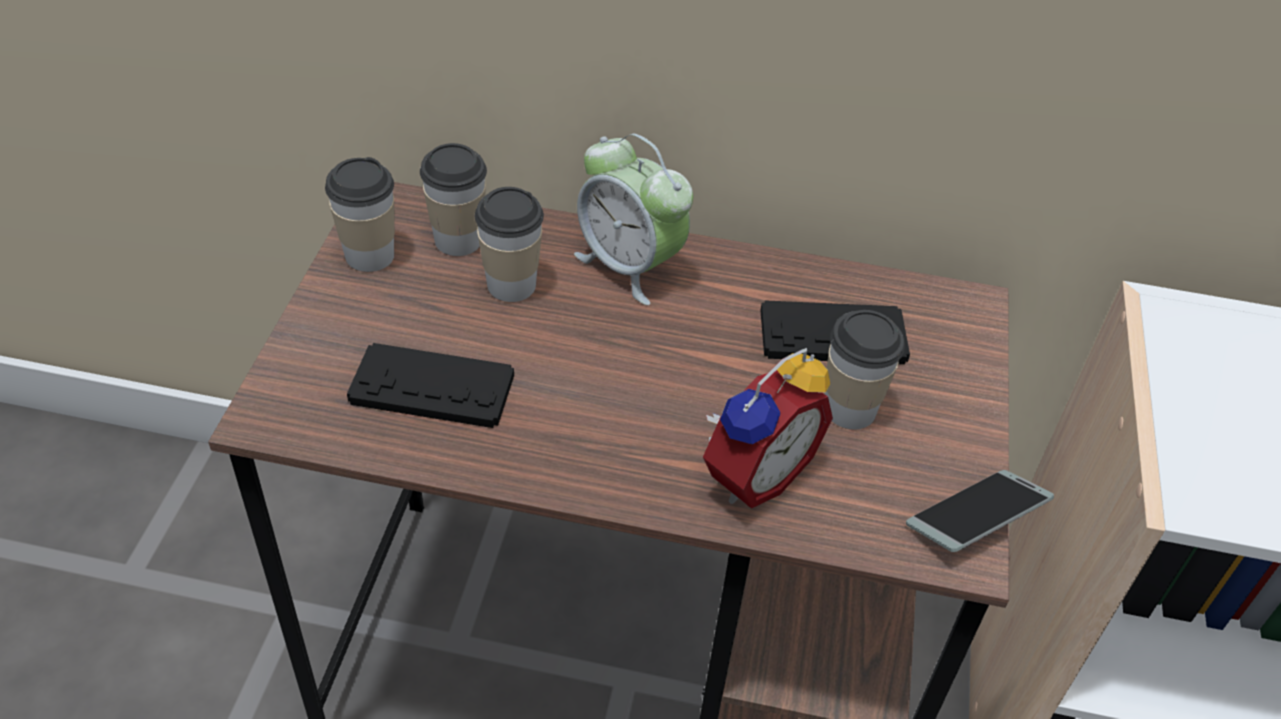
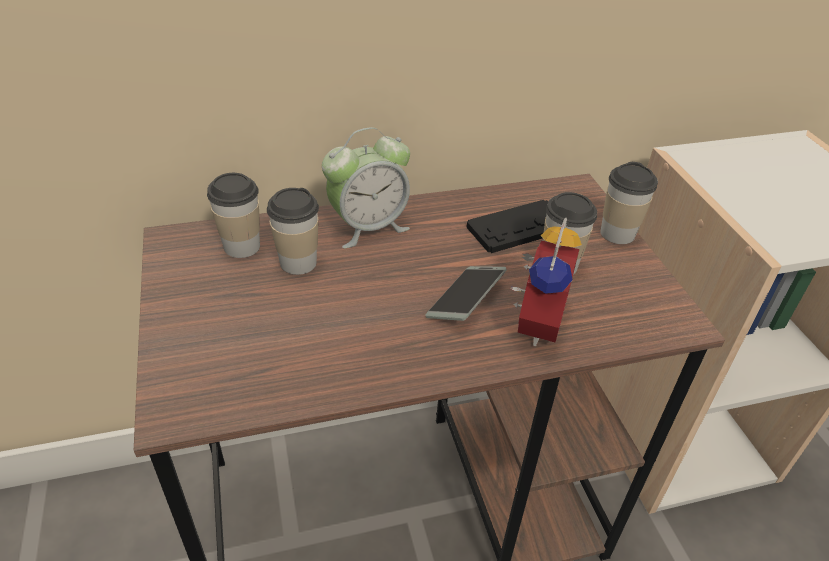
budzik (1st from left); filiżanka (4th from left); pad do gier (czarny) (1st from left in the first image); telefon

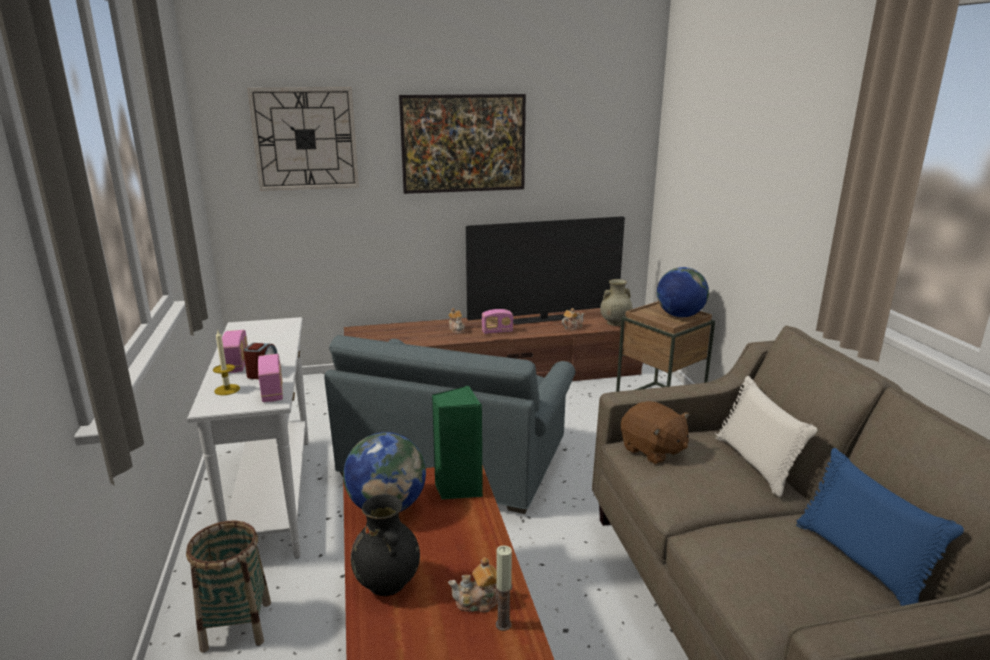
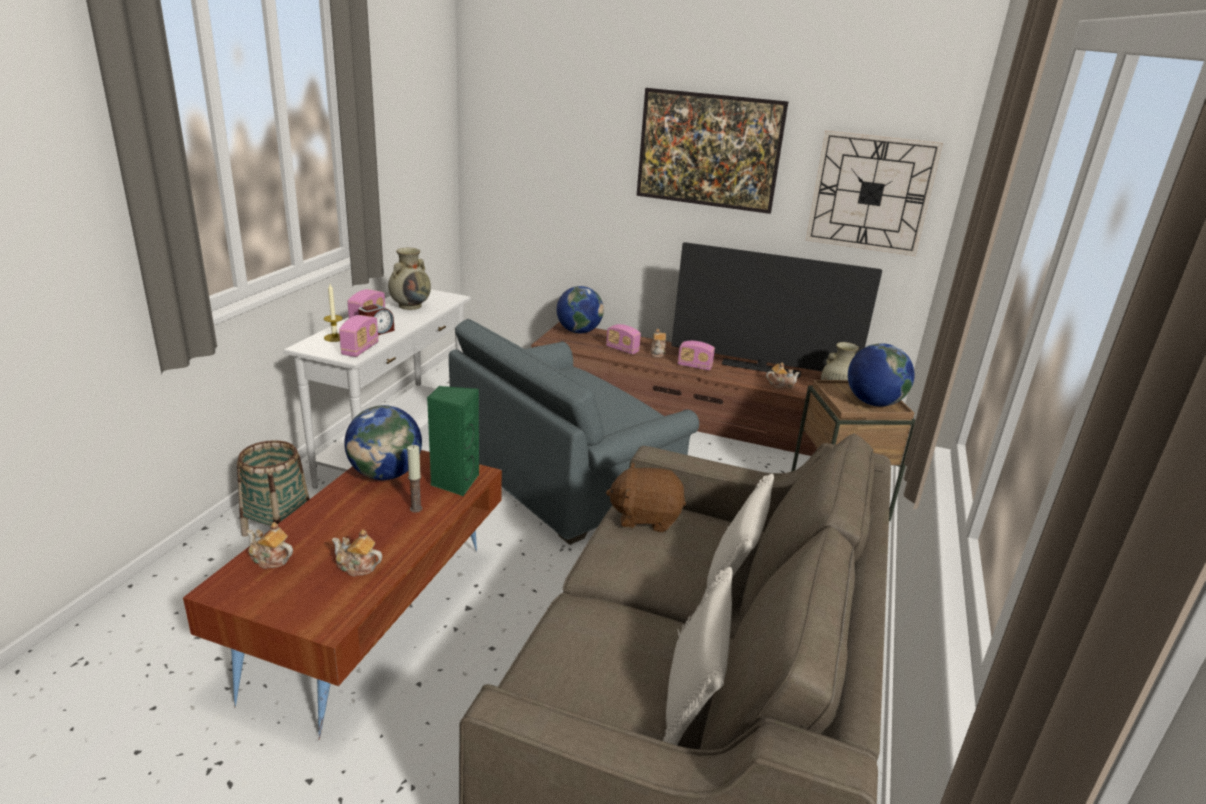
zegar ścienny; pluszak (brązowy); poduszka (biały) (1st from left); wazon (czarny); świeca (2nd from left); wazon (beżowy) (1st from left); globus (2nd from left); radio (3rd from left); imbryk (1st from left)

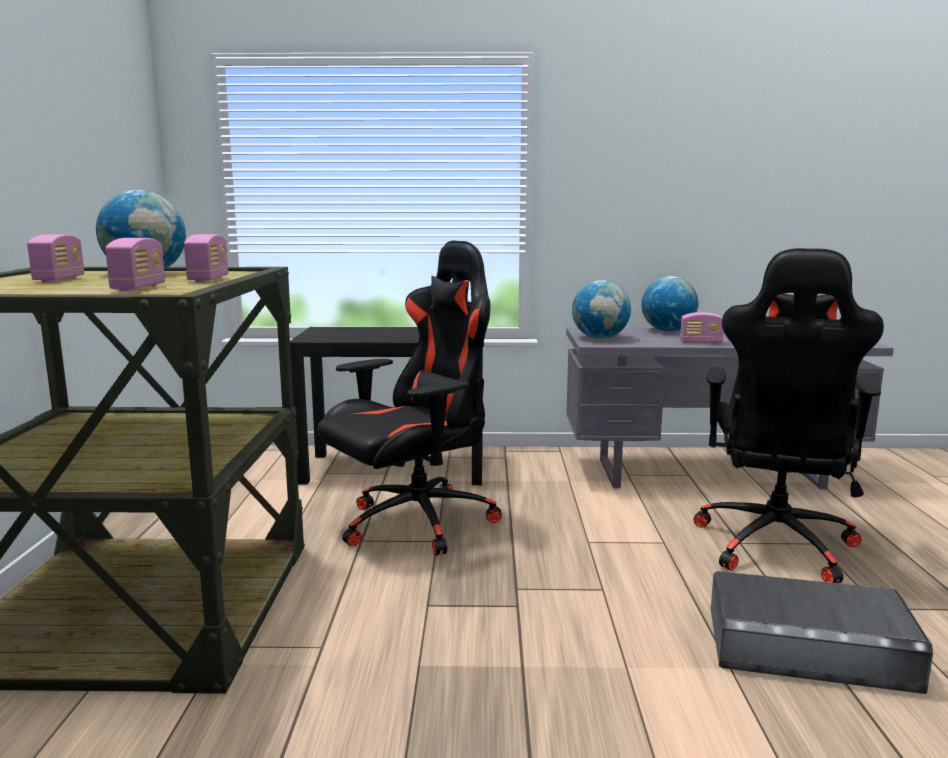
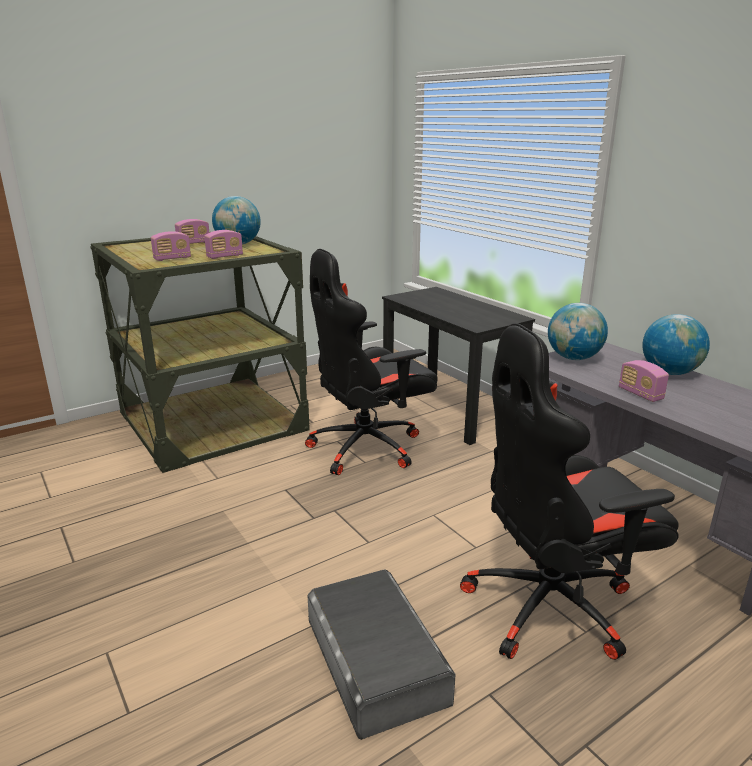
krzesło biurowe (czarny) (1st from left)

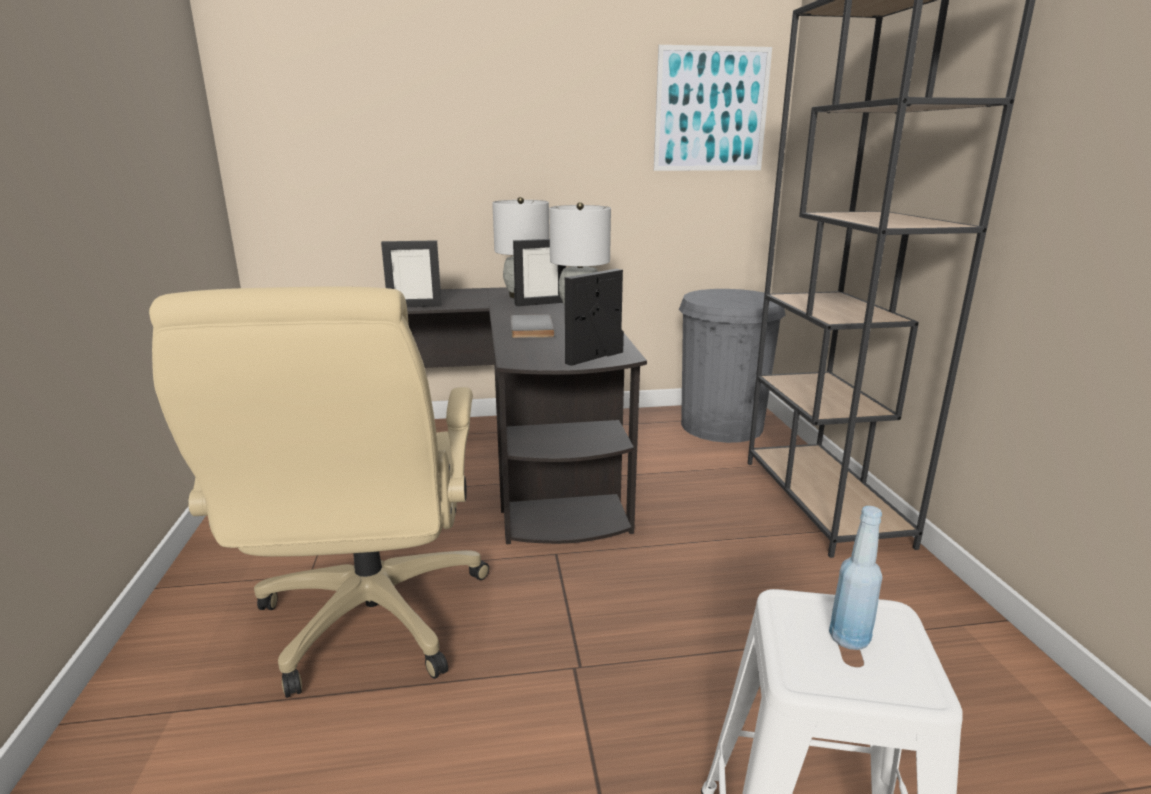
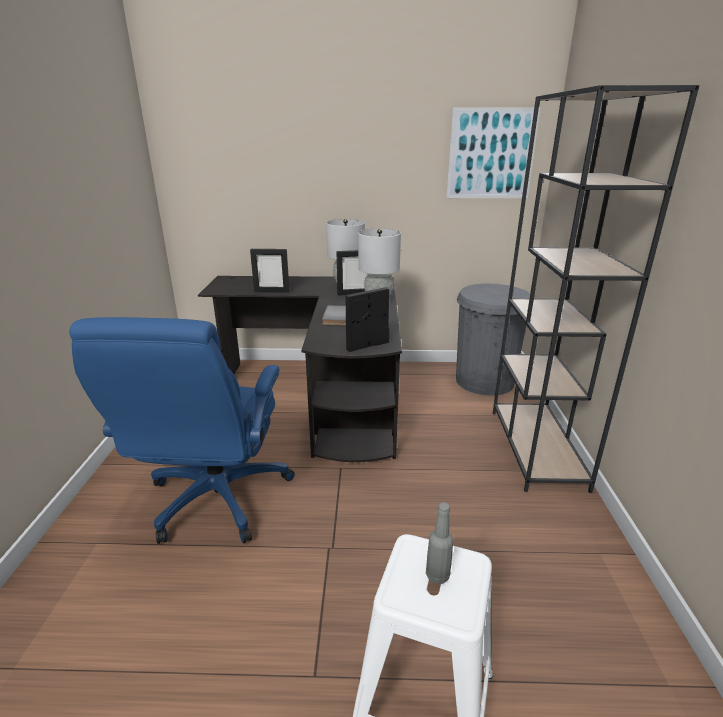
krzesło biurowe (niebieski); butelka (szary)

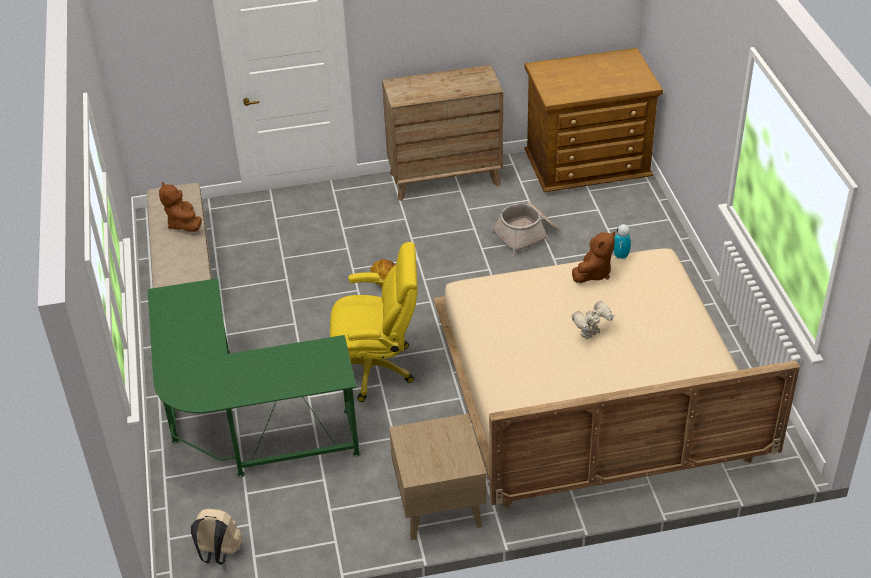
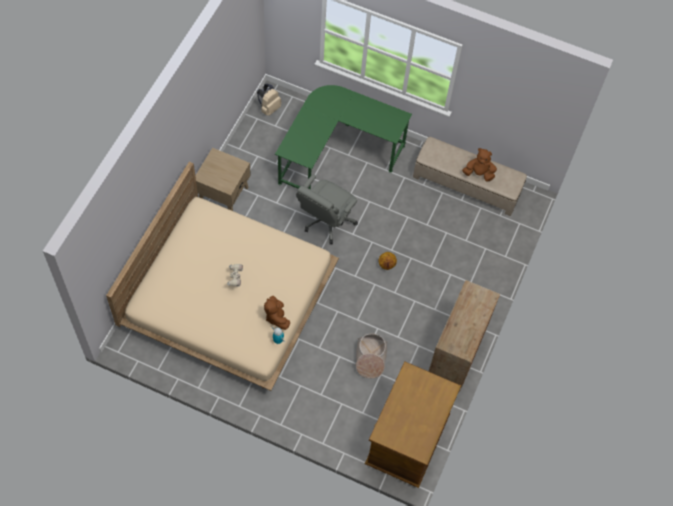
krzesło biurowe (szary)

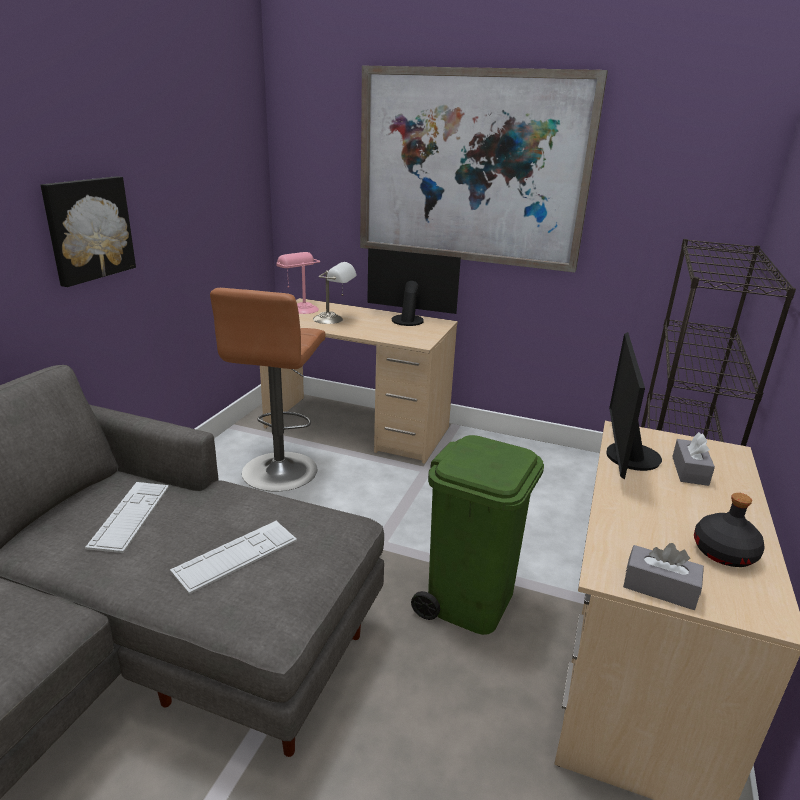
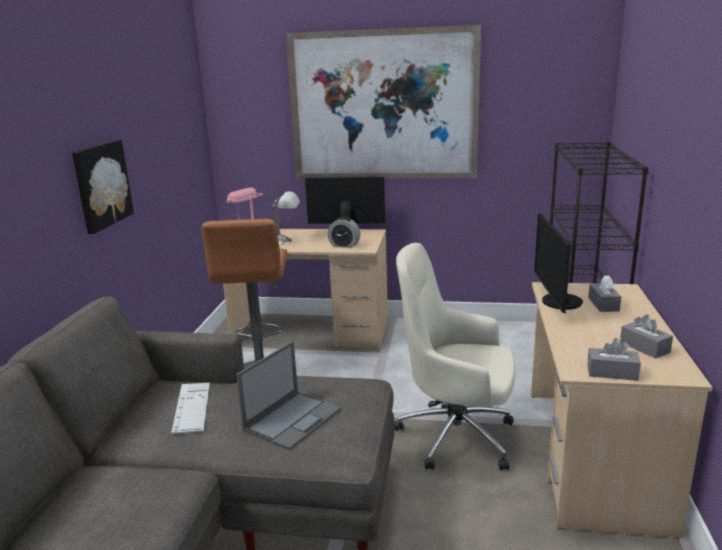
krzesło biurowe (beżowy); pudełko chusteczek (szary) (3rd from left); laptop; budzik

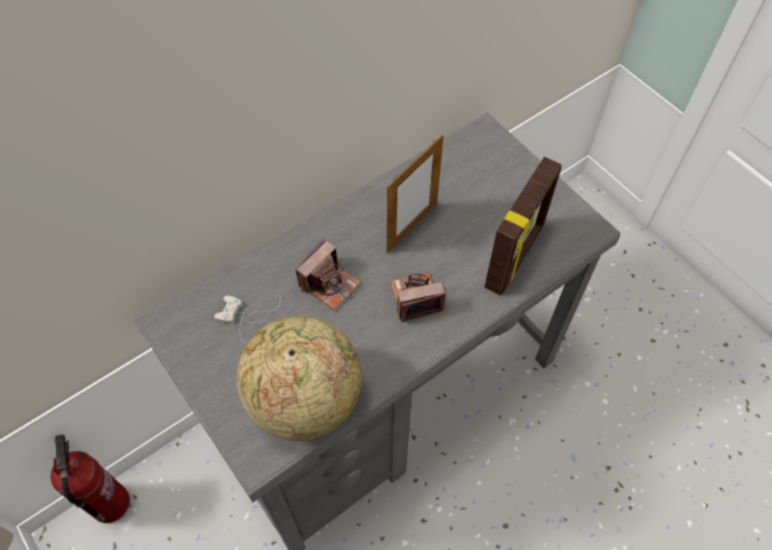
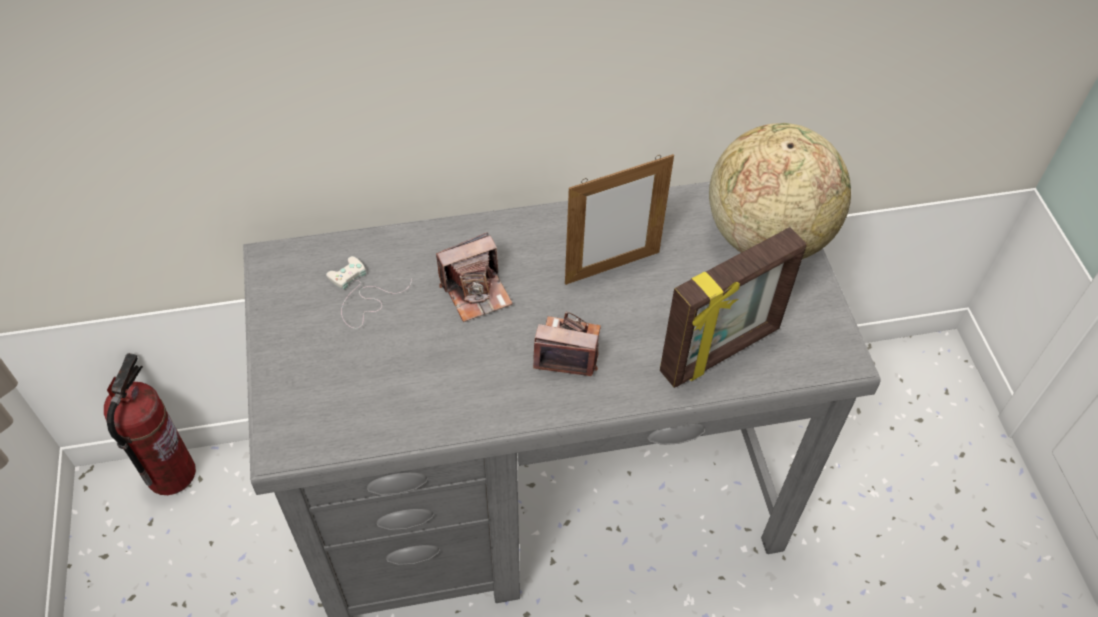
globus

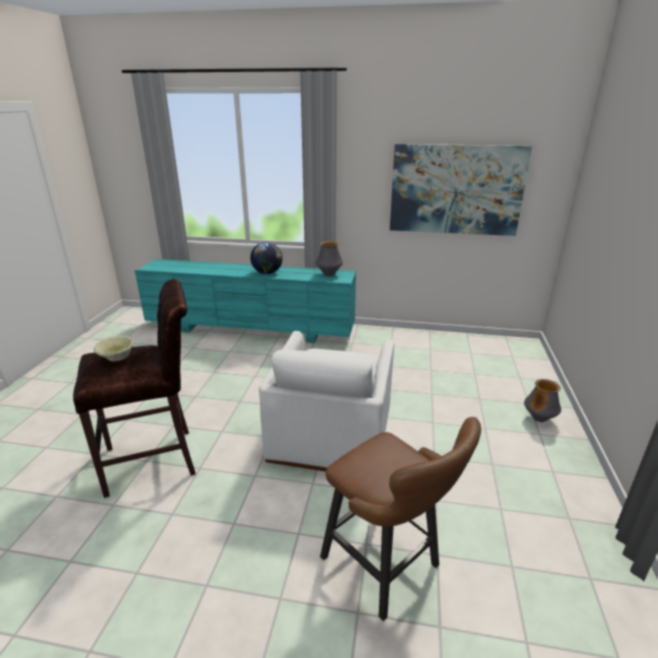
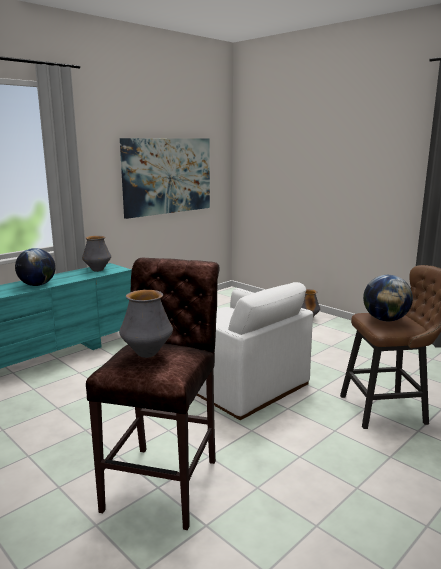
wazon (2nd from left); globus (2nd from left)

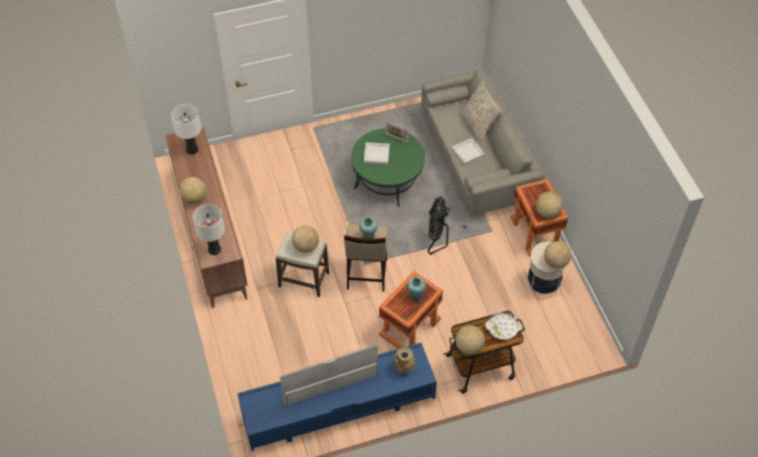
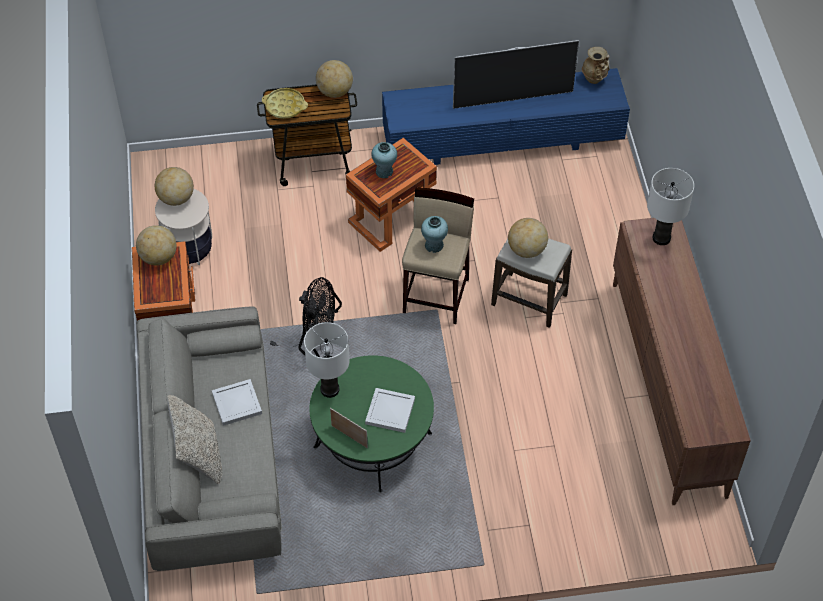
lampa stołowa (biały) (1st from left); globus (1st from left in the first image); taca (żółty); wazon (beżowy)

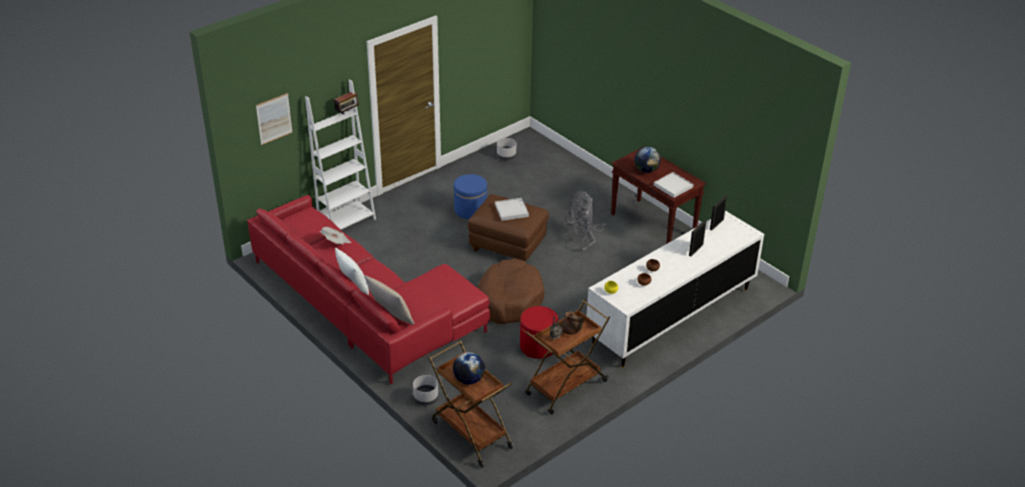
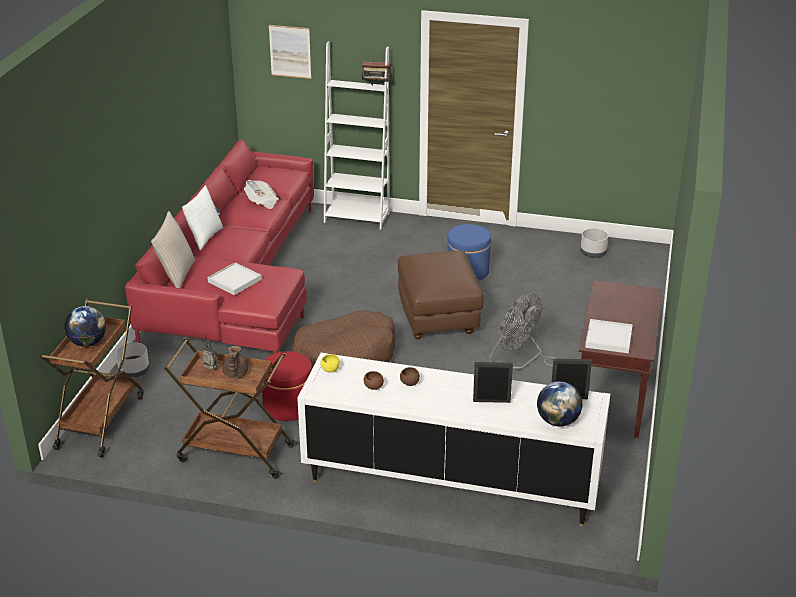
globus (2nd from left); taca (biały) (1st from left)

